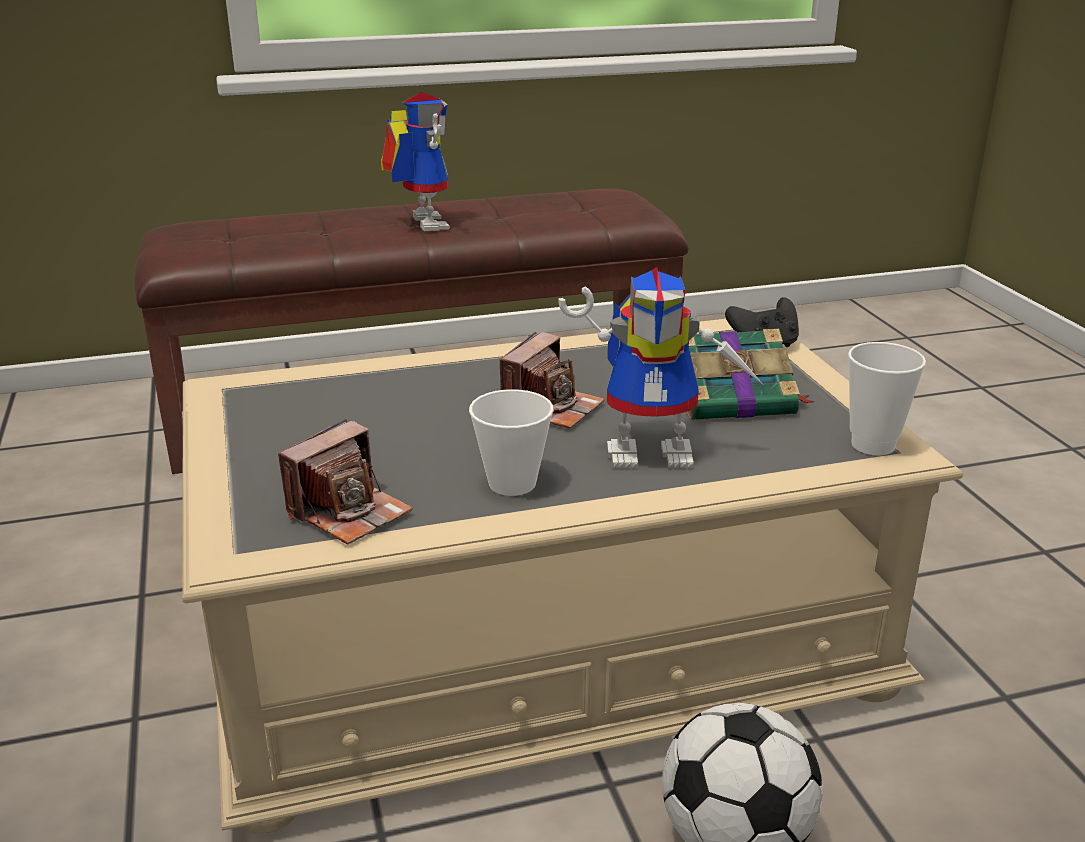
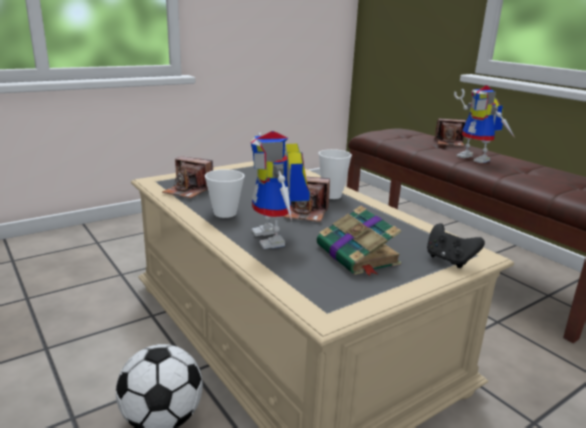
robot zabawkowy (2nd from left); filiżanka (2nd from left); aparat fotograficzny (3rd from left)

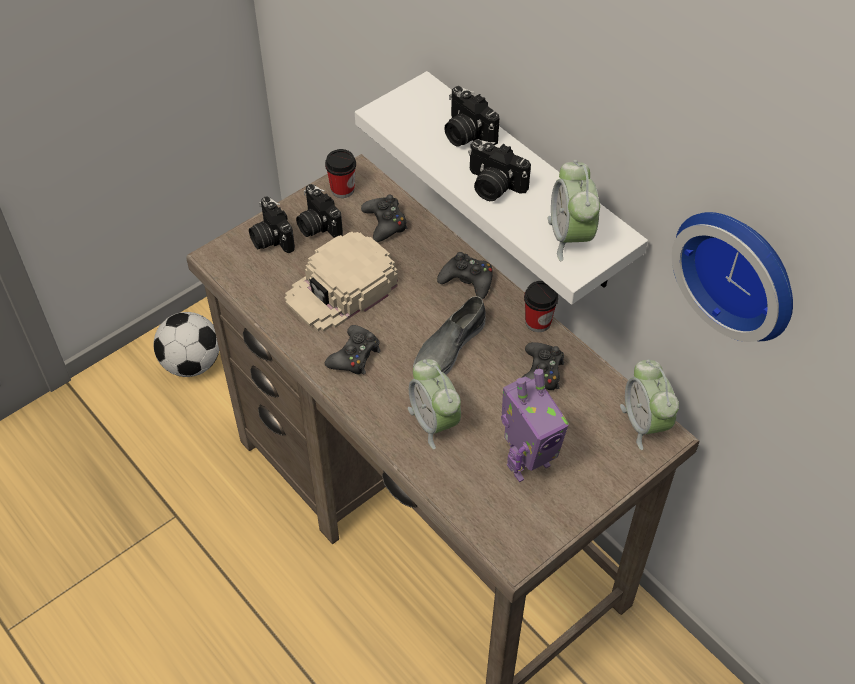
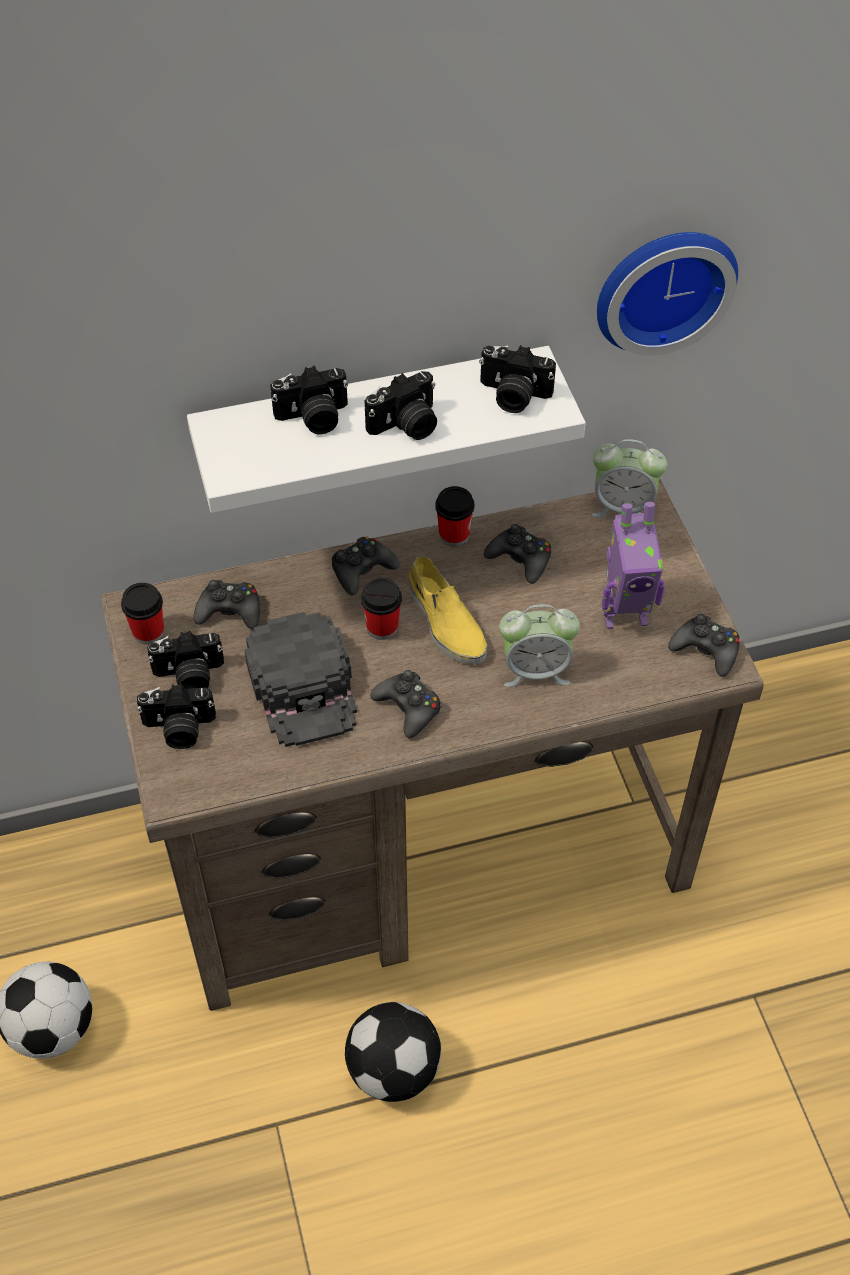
aparat fotograficzny (5th from left); czapka z daszkiem (czarny); but (żółty); robot zabawkowy; filiżanka (2nd from left); pad do gier (czarny) (5th from left); piłka futbolowa (2nd from left)

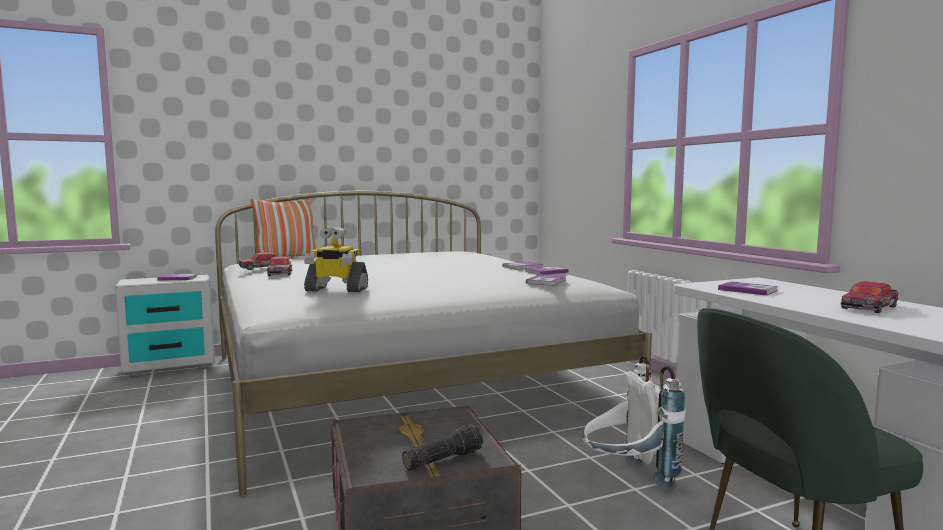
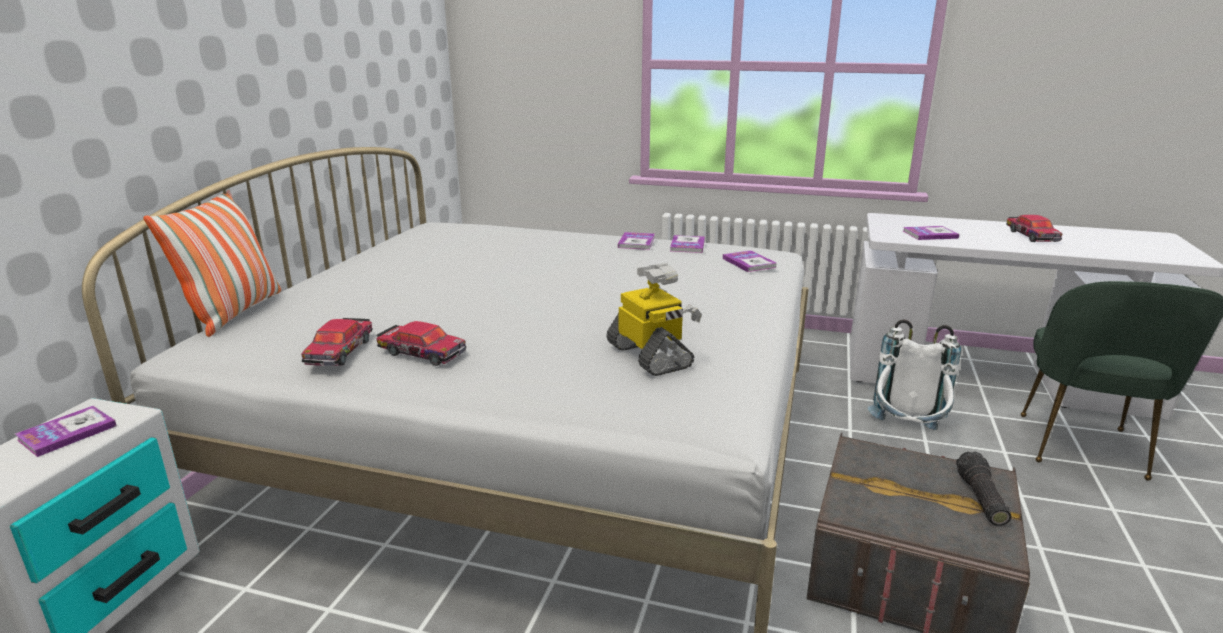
robot zabawkowy

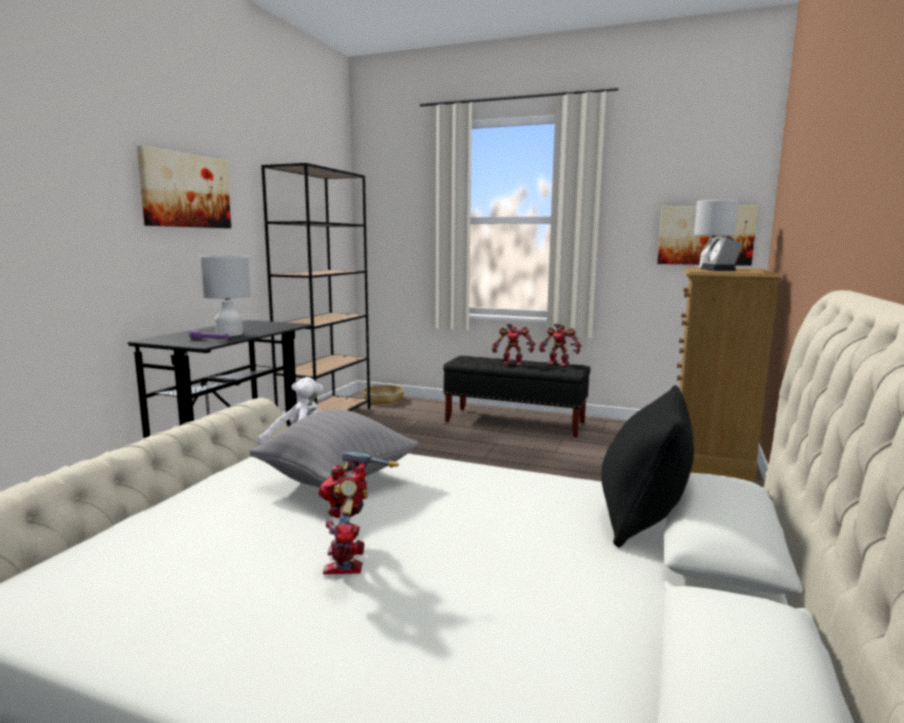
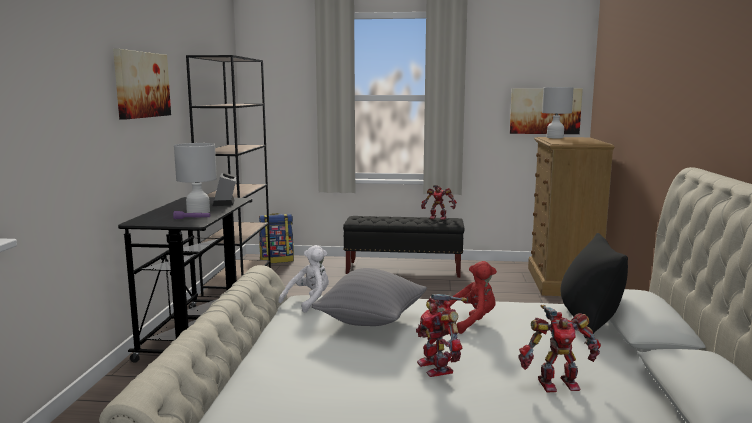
budzik; robot zabawkowy (3rd from left); plecak; pluszak (czerwony)

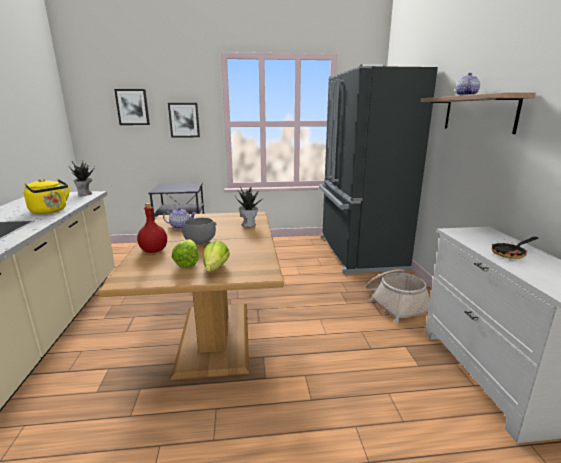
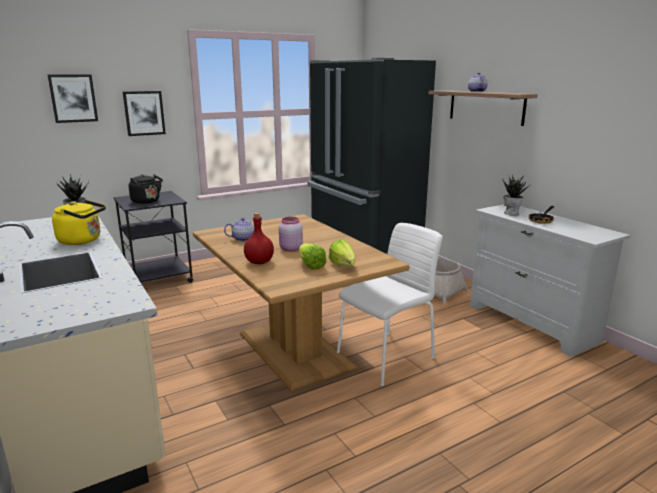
roślina doniczkowa (2nd from left); słoik (różowy); czajnik (czarny); krzesło (biały)

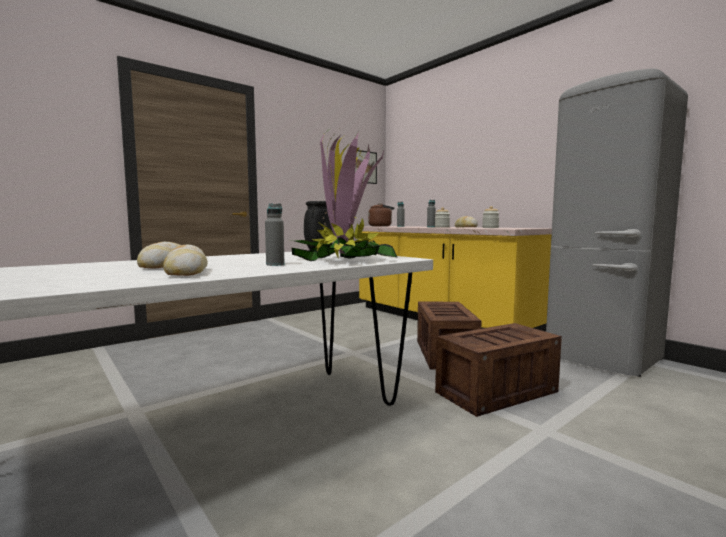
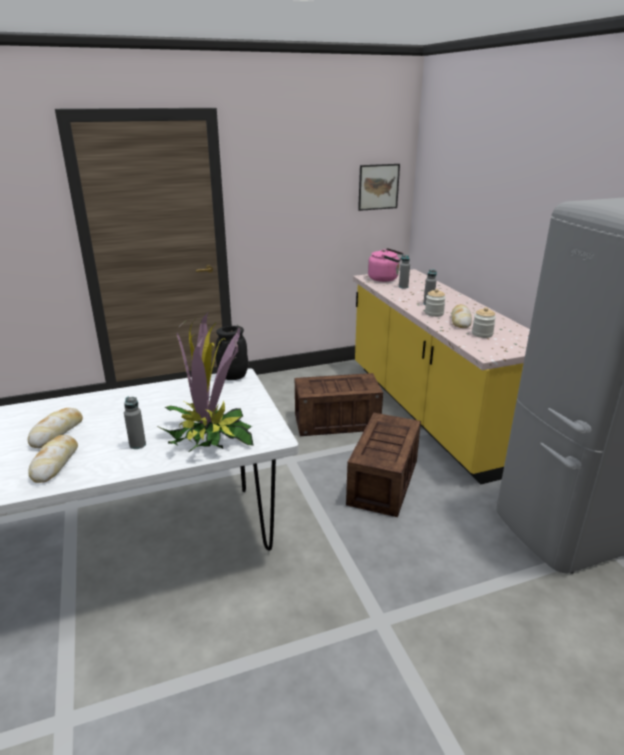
czajnik (różowy); skrzynka (1st from left)

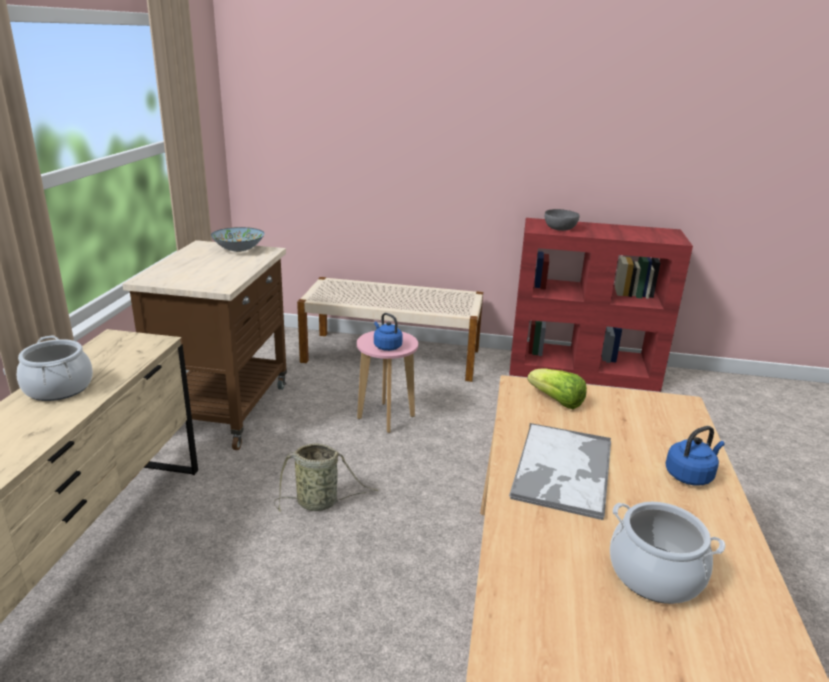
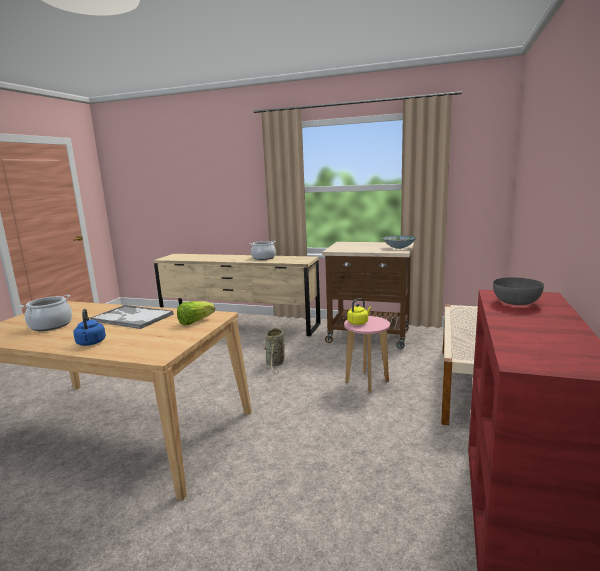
czajnik (żółty)

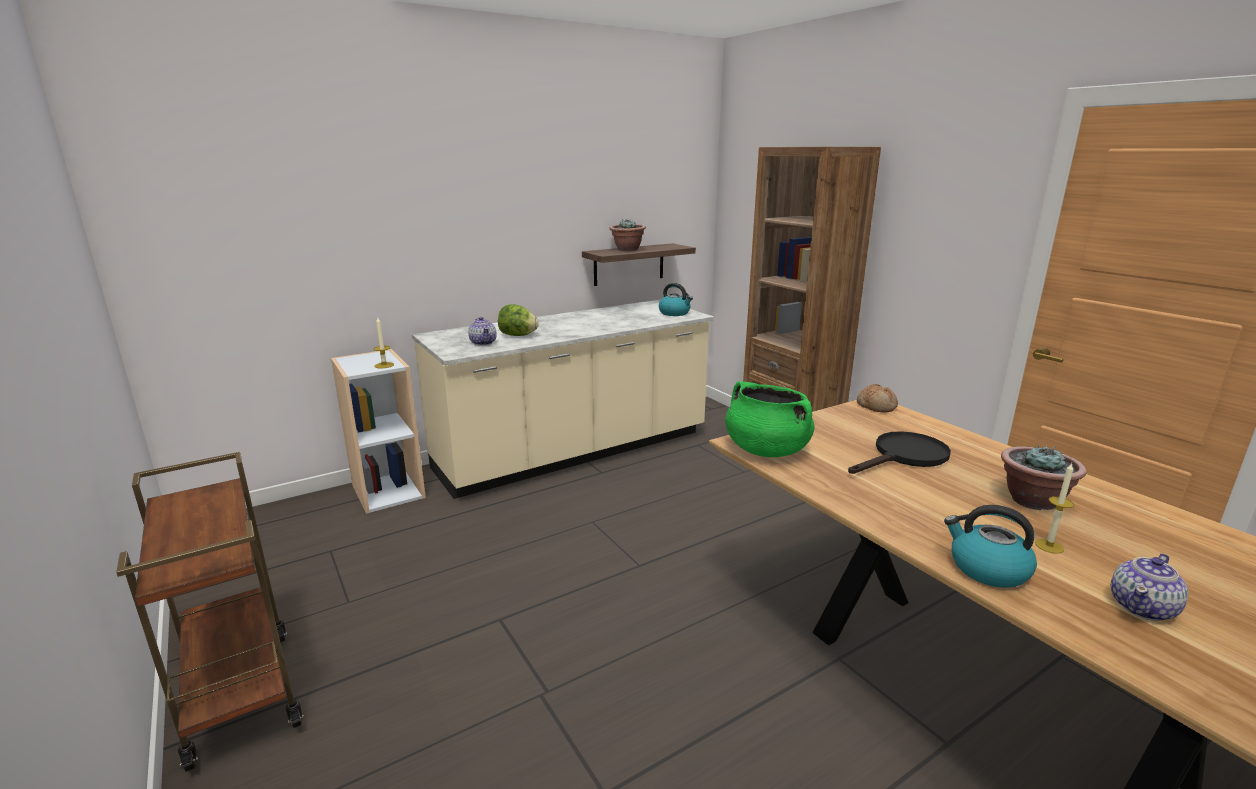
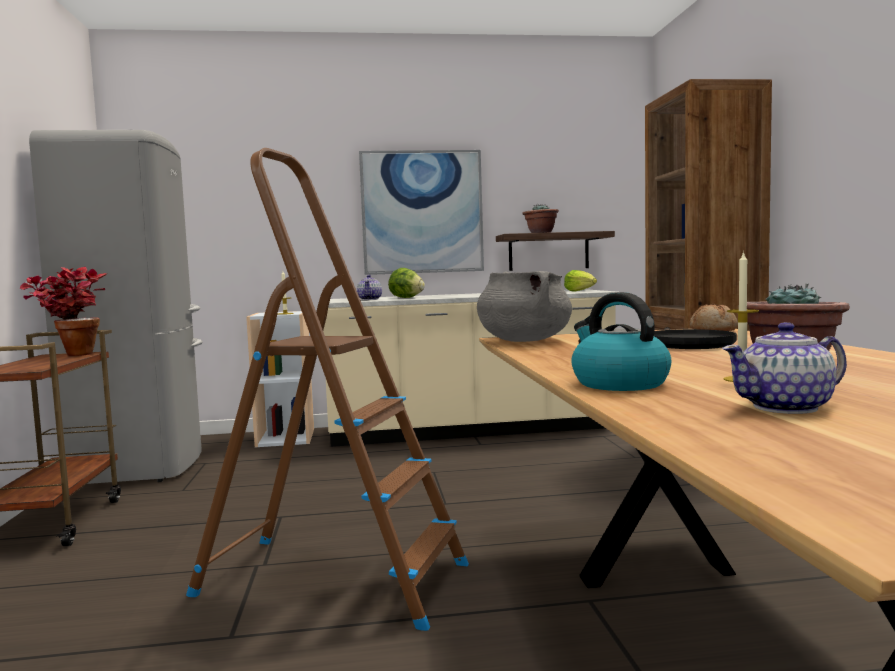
sałata (2nd from left); garnek (szary); lodówka (szary); drabinka (brązowy); obraz; roślina doniczkowa (1st from left)

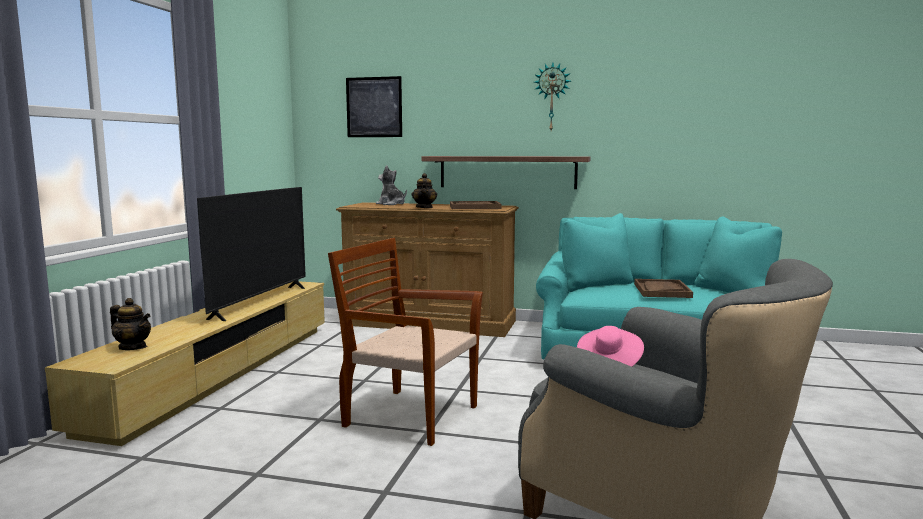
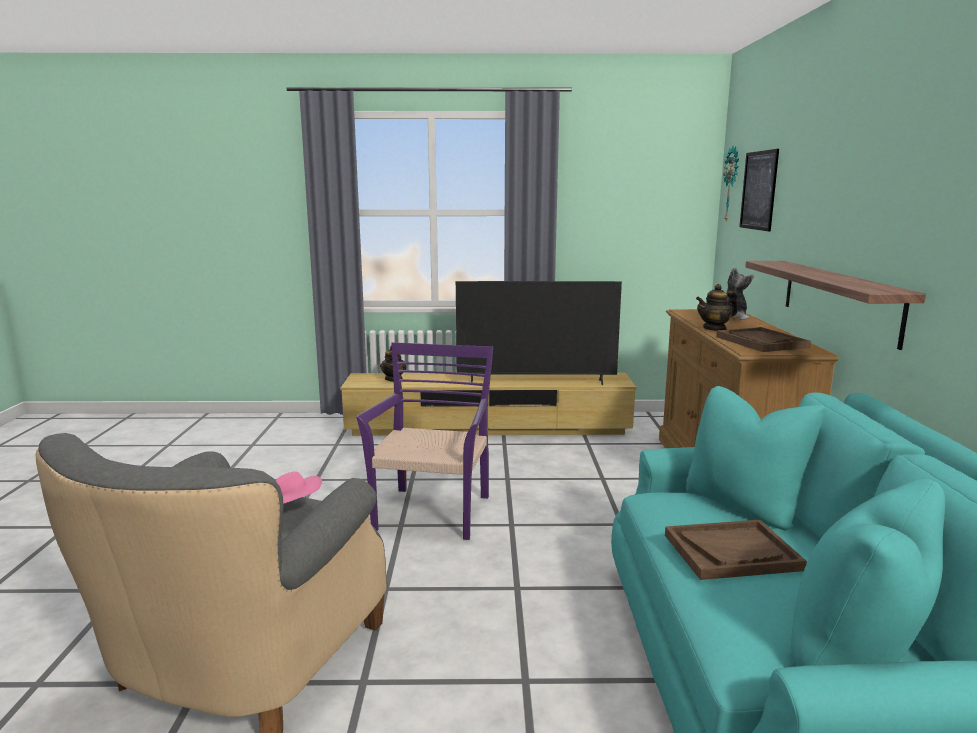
zegar ścienny; fotel (fioletowy)

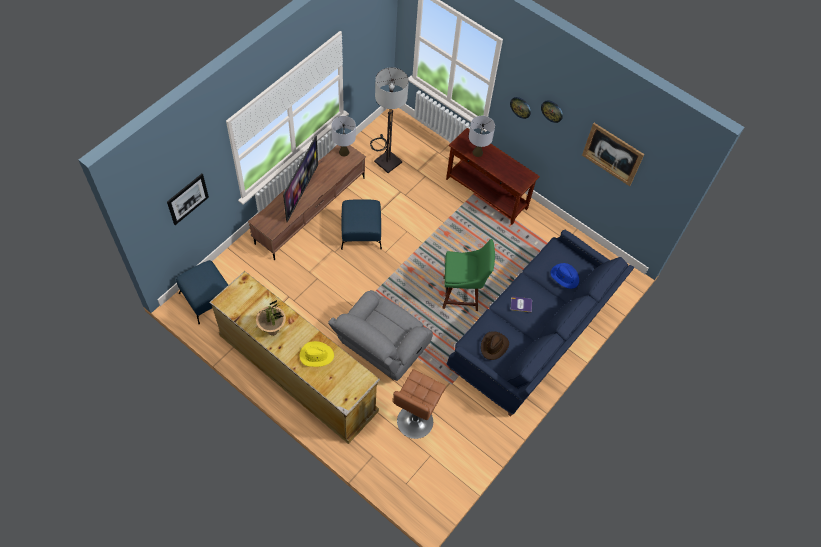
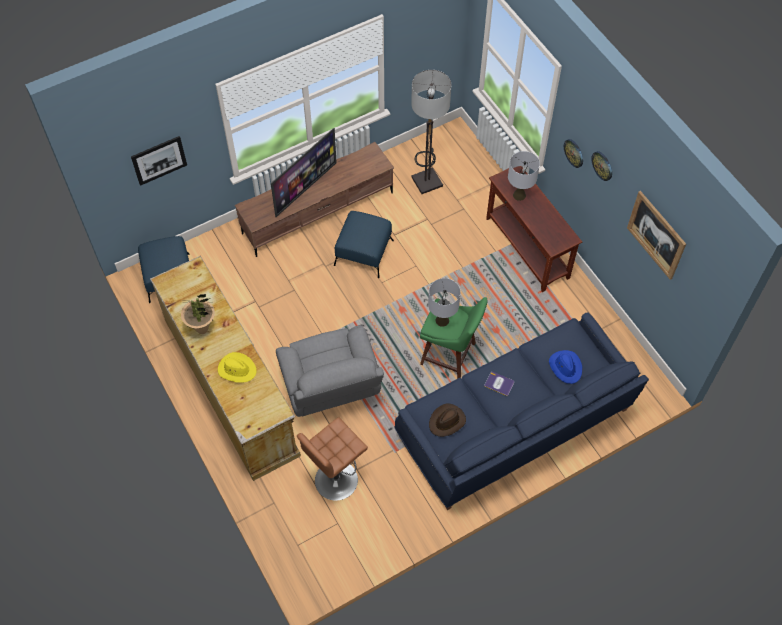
lampa stołowa (szary) (1st from left); fotel (szary)

